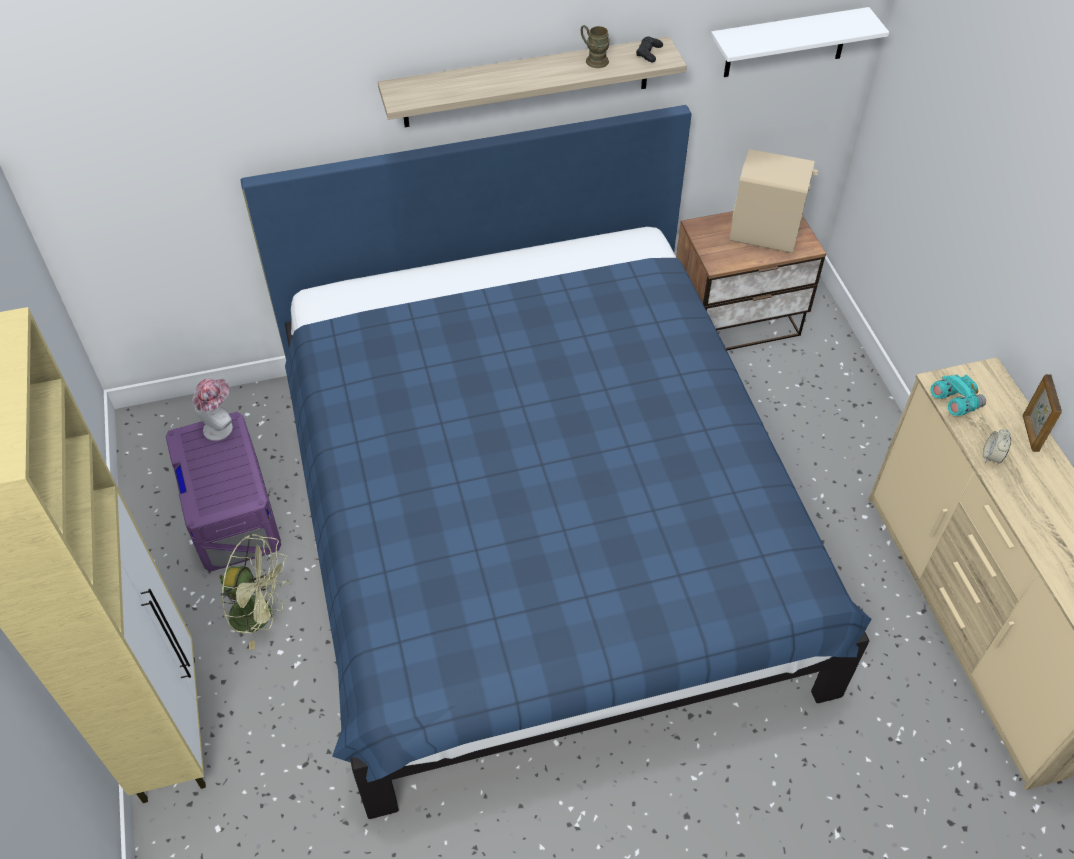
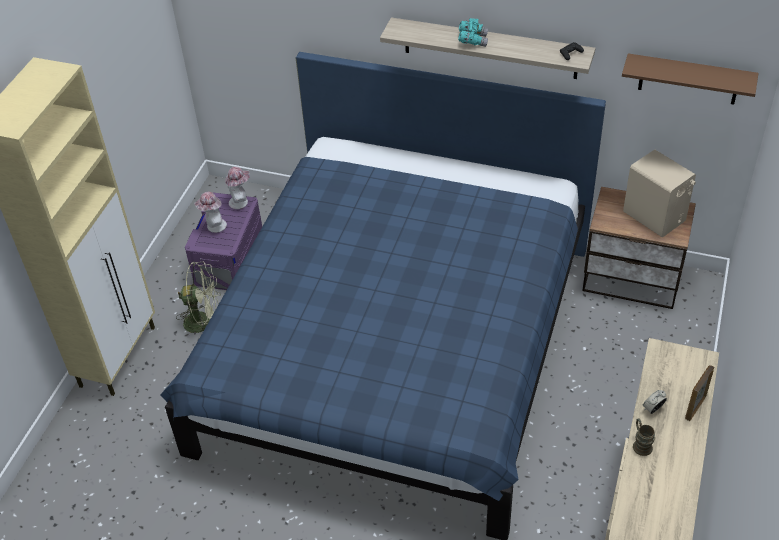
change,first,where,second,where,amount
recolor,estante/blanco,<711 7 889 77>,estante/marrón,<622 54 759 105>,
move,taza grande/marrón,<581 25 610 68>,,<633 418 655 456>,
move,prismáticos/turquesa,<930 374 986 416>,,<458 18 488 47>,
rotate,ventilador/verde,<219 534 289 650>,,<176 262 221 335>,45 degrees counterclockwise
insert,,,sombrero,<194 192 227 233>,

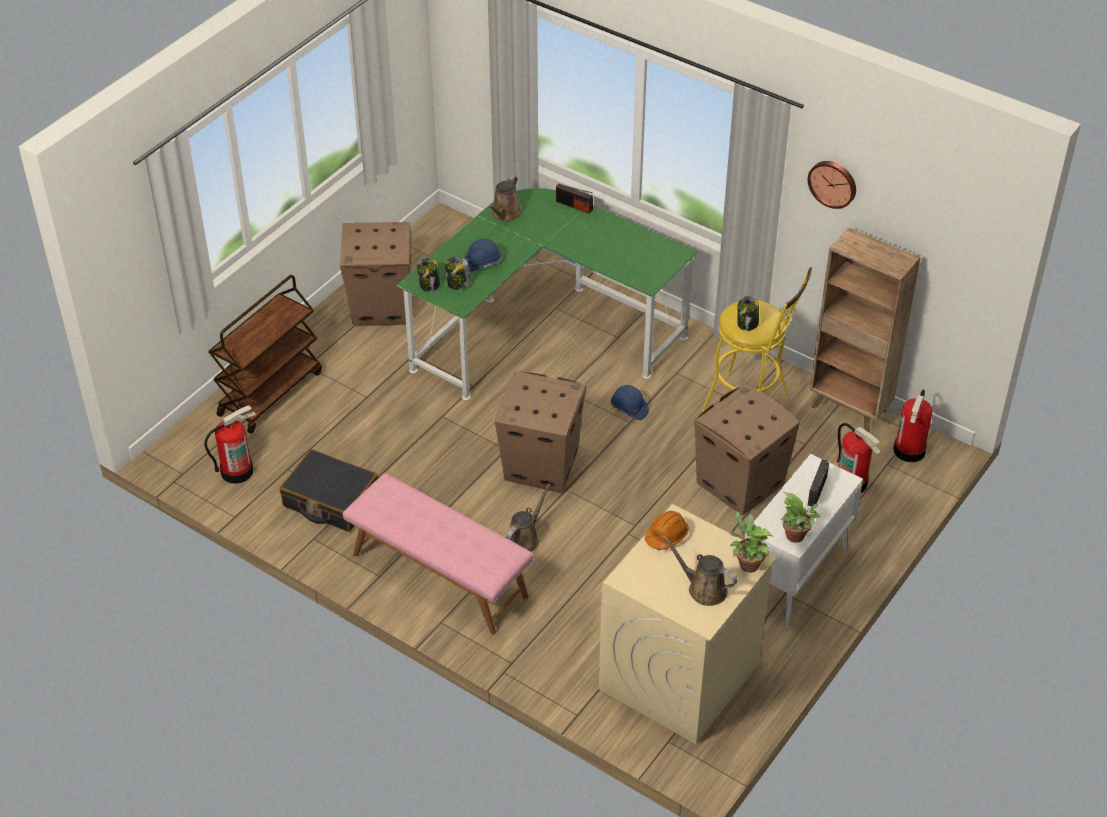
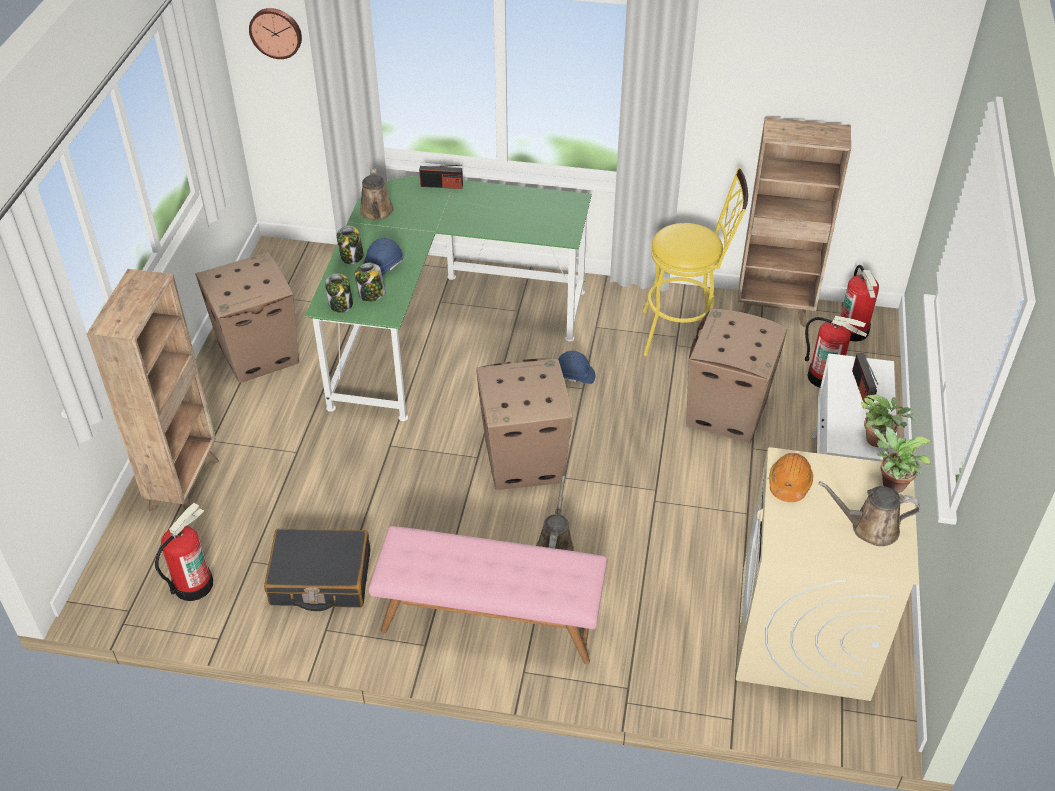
change,first,where,second,where,amount
move,reloj de pared,<808 161 856 209>,,<249 8 302 59>,
replace,carrito/marrón,<208 275 322 434>,estantería/marrón,<87 269 219 511>,
move,tarro,<737 296 759 331>,,<337 225 364 264>,

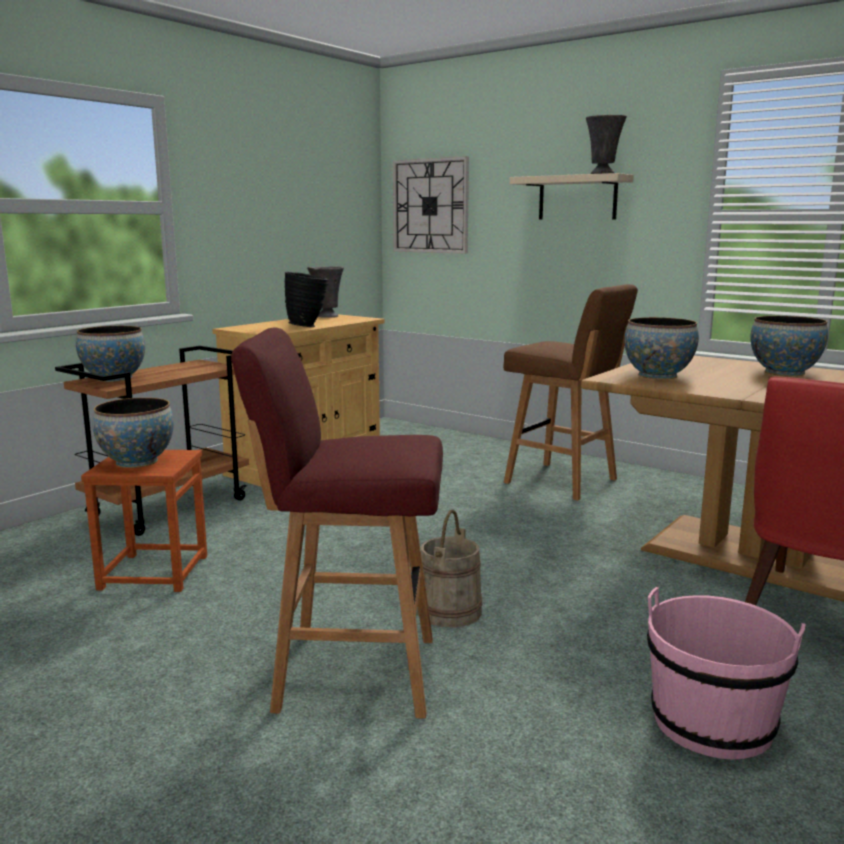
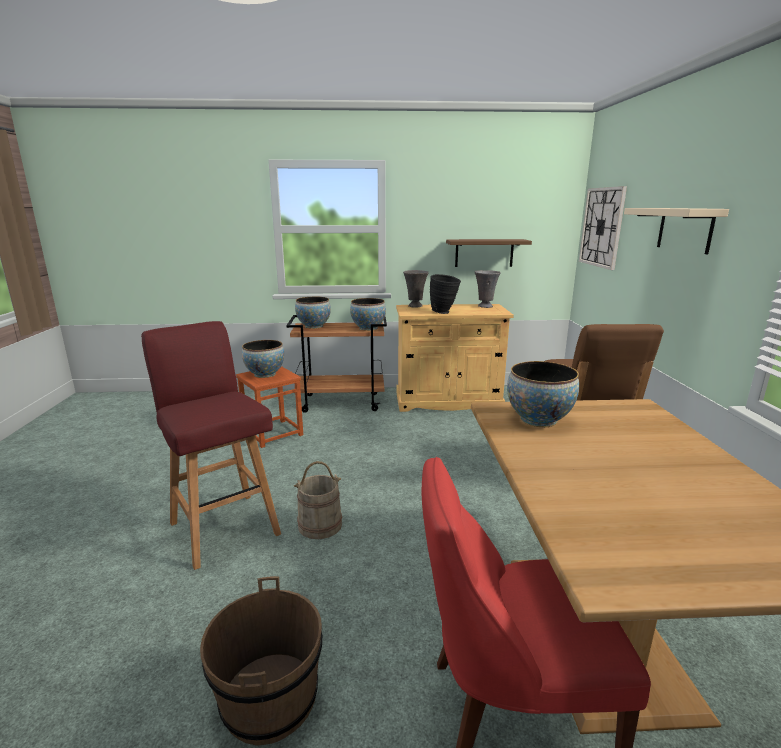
change,first,where,second,where,amount
move,florero/gris,<586 115 627 174>,,<403 270 429 308>,
move,cuenco,<750 316 828 376>,,<350 298 386 331>,
recolor,cubo/rosa,<647 587 805 760>,cubo/marrón,<200 576 322 746>,
insert,,,estante/marrón,<446 239 532 267>,

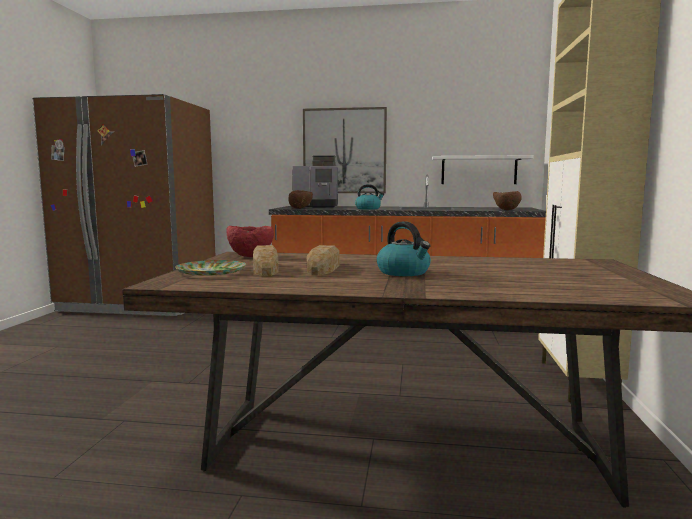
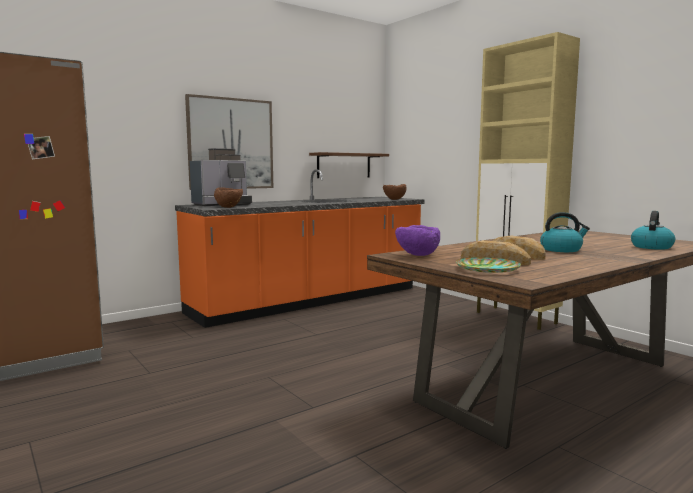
change,first,where,second,where,amount
recolor,estante/blanco,<432 155 534 184>,estante/marrón,<309 152 389 178>,
move,hervidor,<355 184 384 210>,,<631 211 675 250>,
recolor,cuenco/rojo,<226 226 274 257>,cuenco/morado,<395 225 440 256>,

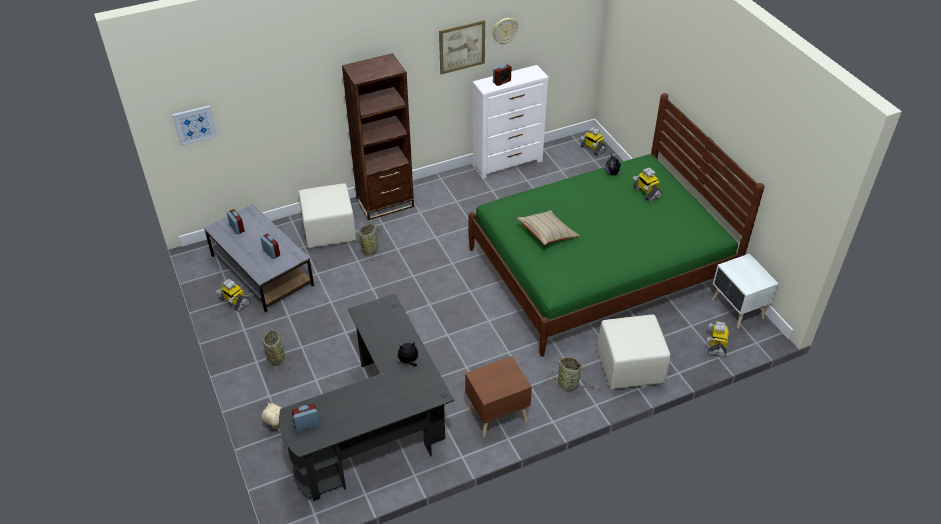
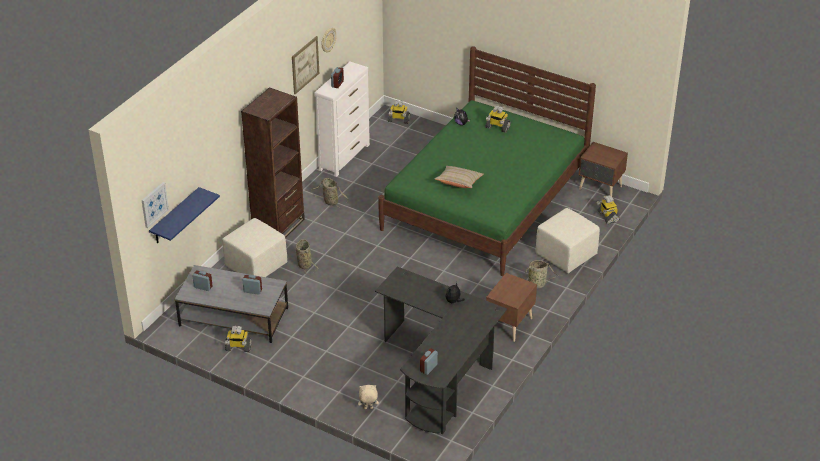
change,first,where,second,where,amount
recolor,mesita de noche/blanco,<712 253 779 329>,mesita de noche/marrón,<579 142 628 196>,
move,cesta,<263 330 292 374>,,<311 178 348 208>,
insert,,,estante/azul,<149 187 220 244>,

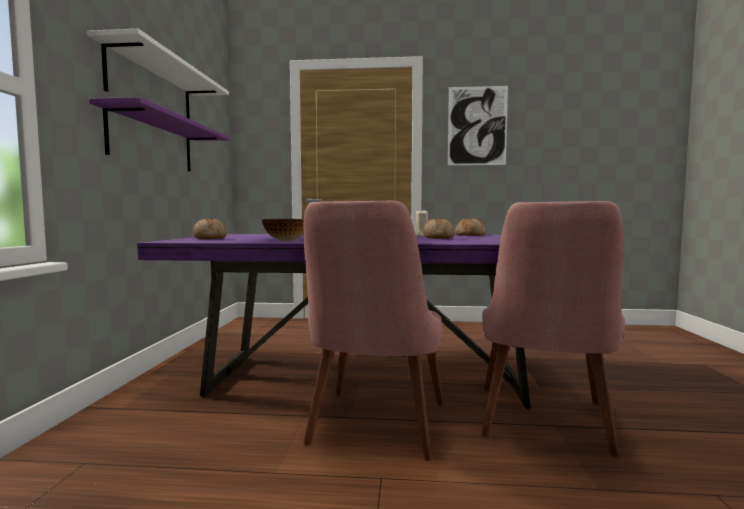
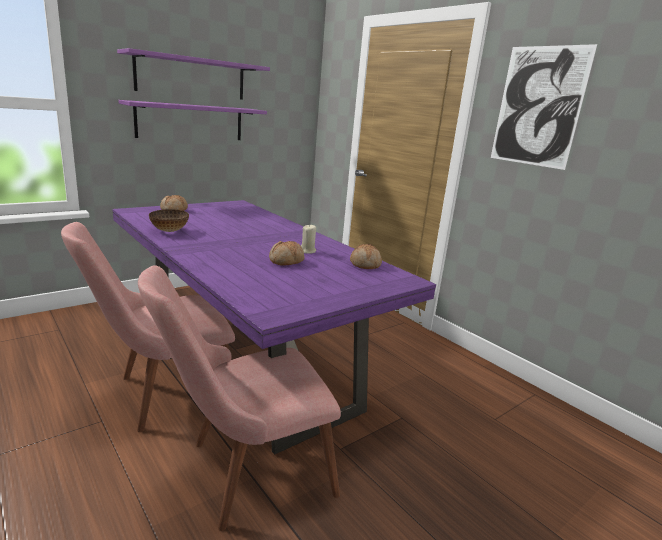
change,first,where,second,where,amount
recolor,estante/blanco,<87 29 229 119>,estante/morado,<117 48 270 100>,

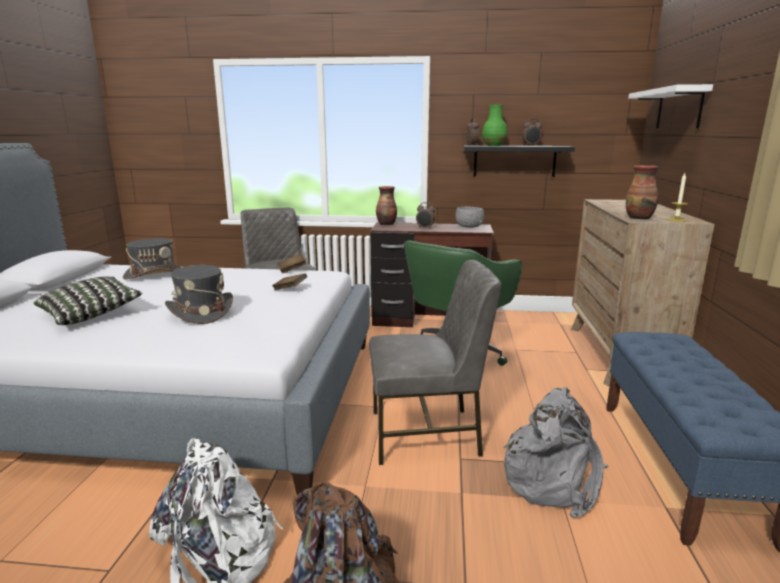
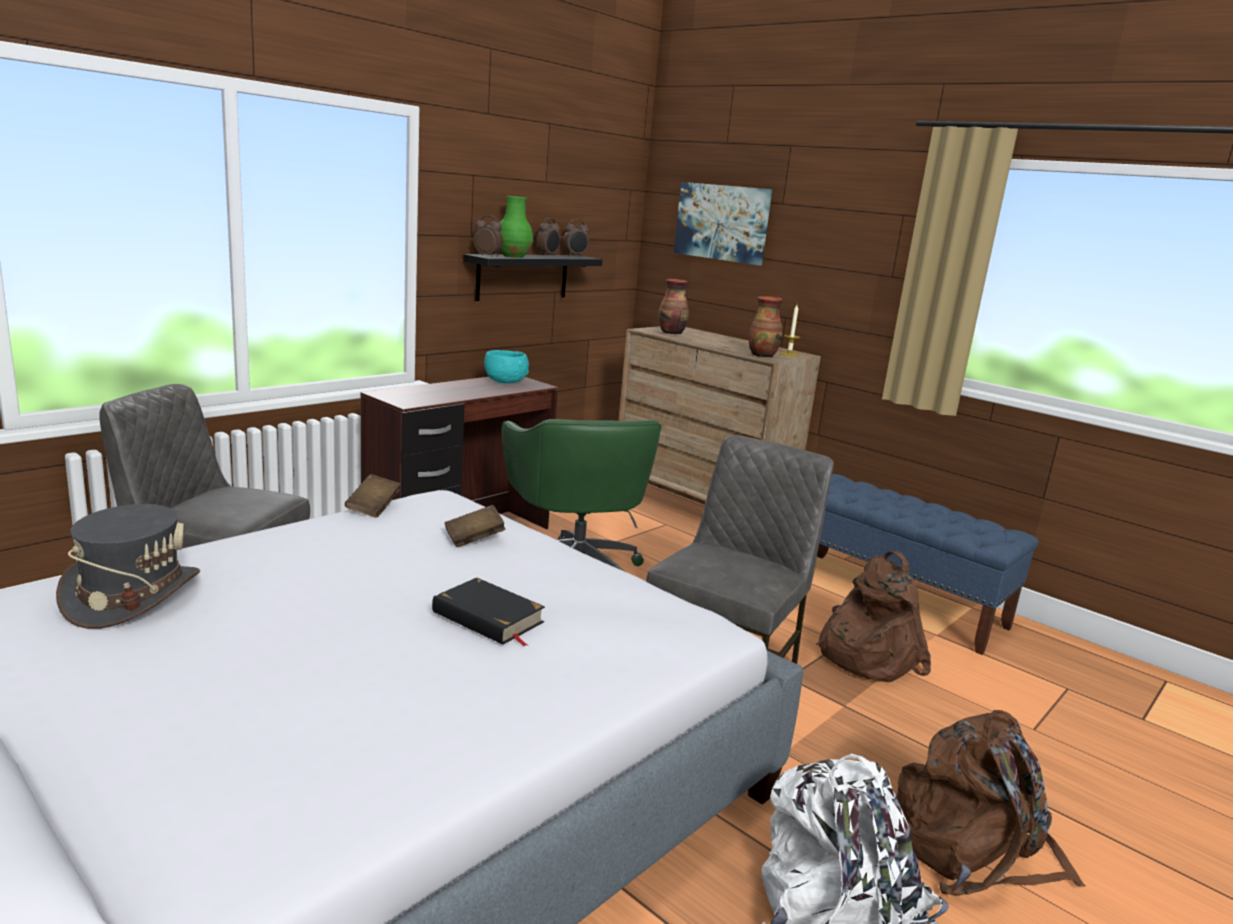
change,first,where,second,where,amount
replace,estante/blanco,<628 84 713 128>,cuadro,<674 182 772 265>,
move,florero,<376 186 397 225>,,<659 279 689 334>,
move,despertador,<416 202 435 229>,,<563 220 589 257>,
recolor,cuenco/gris,<455 207 485 228>,cuenco/turquesa,<484 350 529 383>,
replace,sombrero/gris,<165 265 233 324>,libro/negro,<432 578 545 646>,
delete,cojín,<34 277 143 325>,,,
recolor,mochila/gris,<504 387 609 519>,mochila/marrón,<816 551 931 682>,

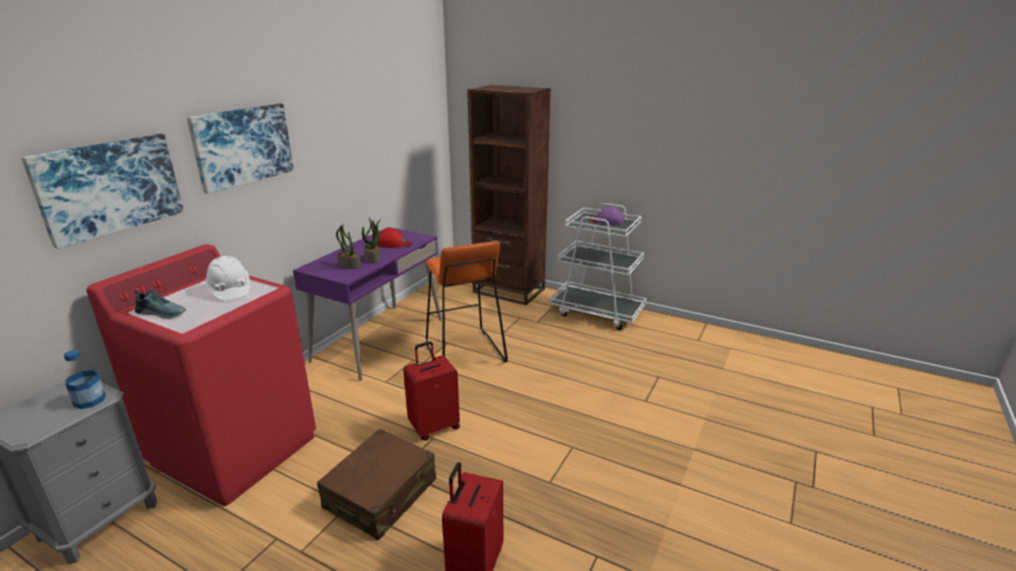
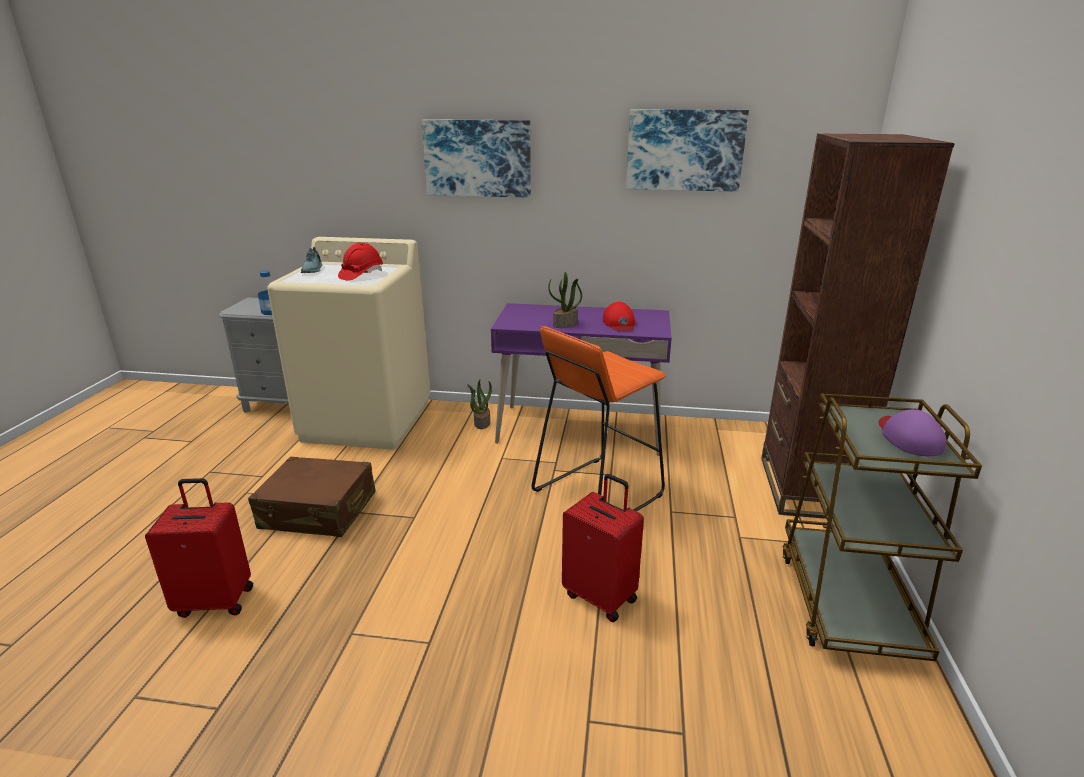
change,first,where,second,where,amount
move,cuadro,<21 134 184 249>,,<626 109 749 192>,
recolor,carrito/blanco,<549 203 647 330>,carrito/marrón,<783 394 982 661>,
move,planta en maceta,<336 224 361 269>,,<467 380 492 429>,
recolor,lavadora/rojo,<86 244 316 506>,lavadora/beis,<267 237 431 450>,
recolor,casco/blanco,<205 256 250 301>,casco/rojo,<338 243 383 280>,
move,maleta/rojo,<403 341 460 440>,,<562 474 644 622>,

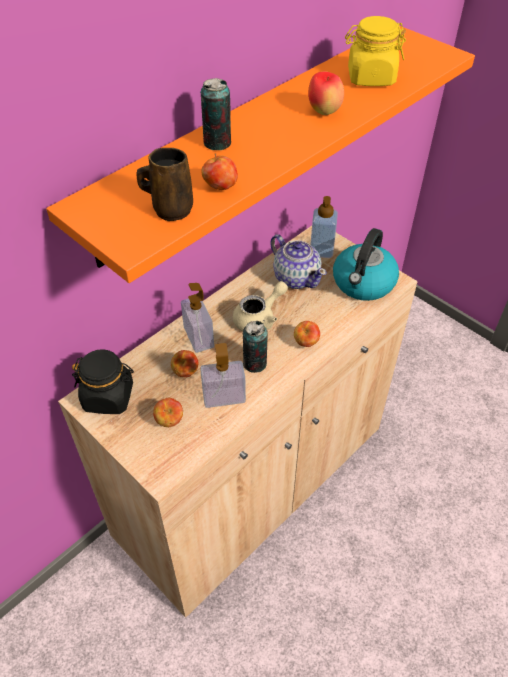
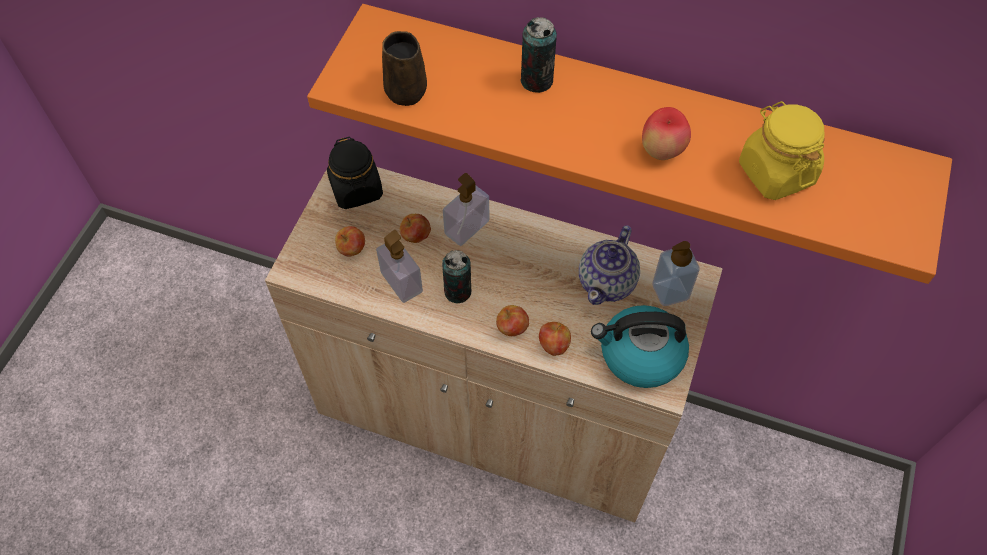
change,first,where,second,where,amount
move,manzana,<201 153 238 190>,,<539 322 571 356>,
delete,tetera/beis,<233 281 288 331>,,,

